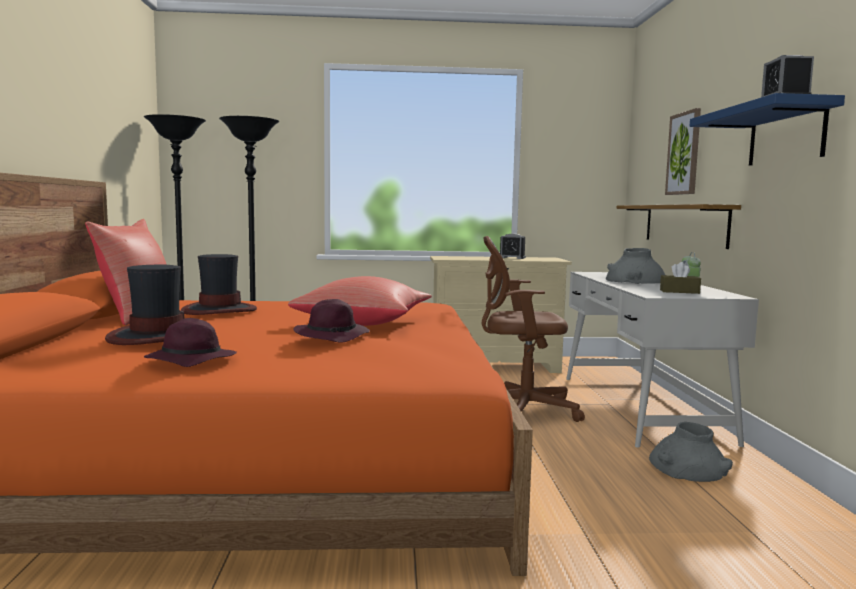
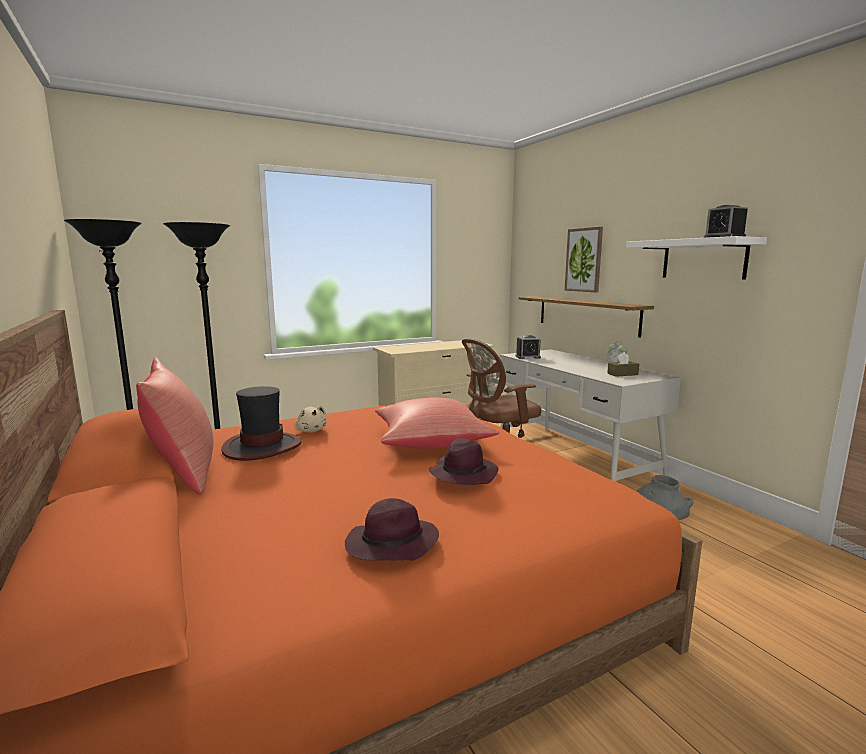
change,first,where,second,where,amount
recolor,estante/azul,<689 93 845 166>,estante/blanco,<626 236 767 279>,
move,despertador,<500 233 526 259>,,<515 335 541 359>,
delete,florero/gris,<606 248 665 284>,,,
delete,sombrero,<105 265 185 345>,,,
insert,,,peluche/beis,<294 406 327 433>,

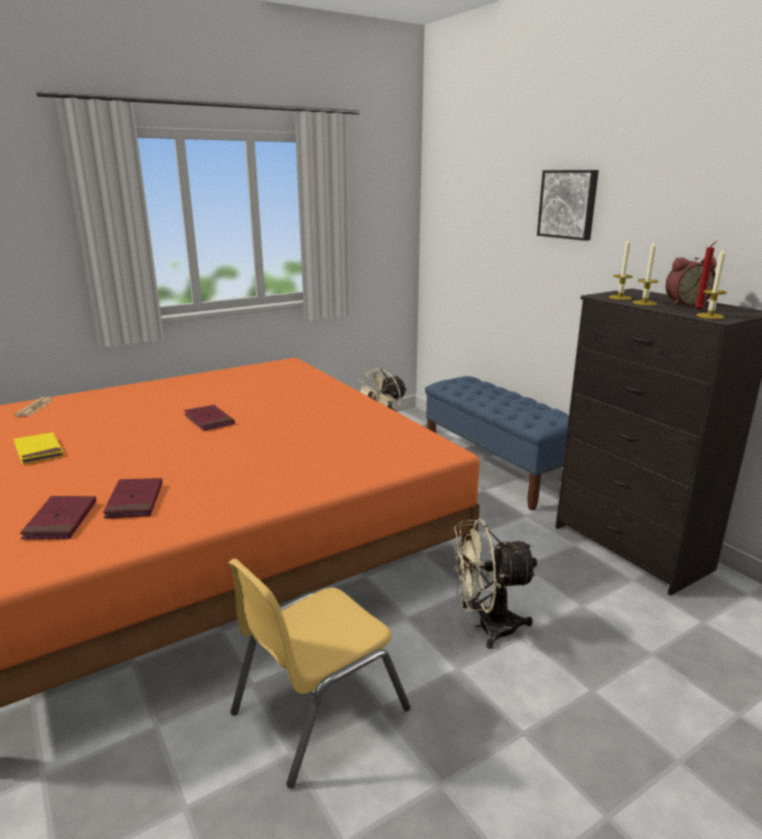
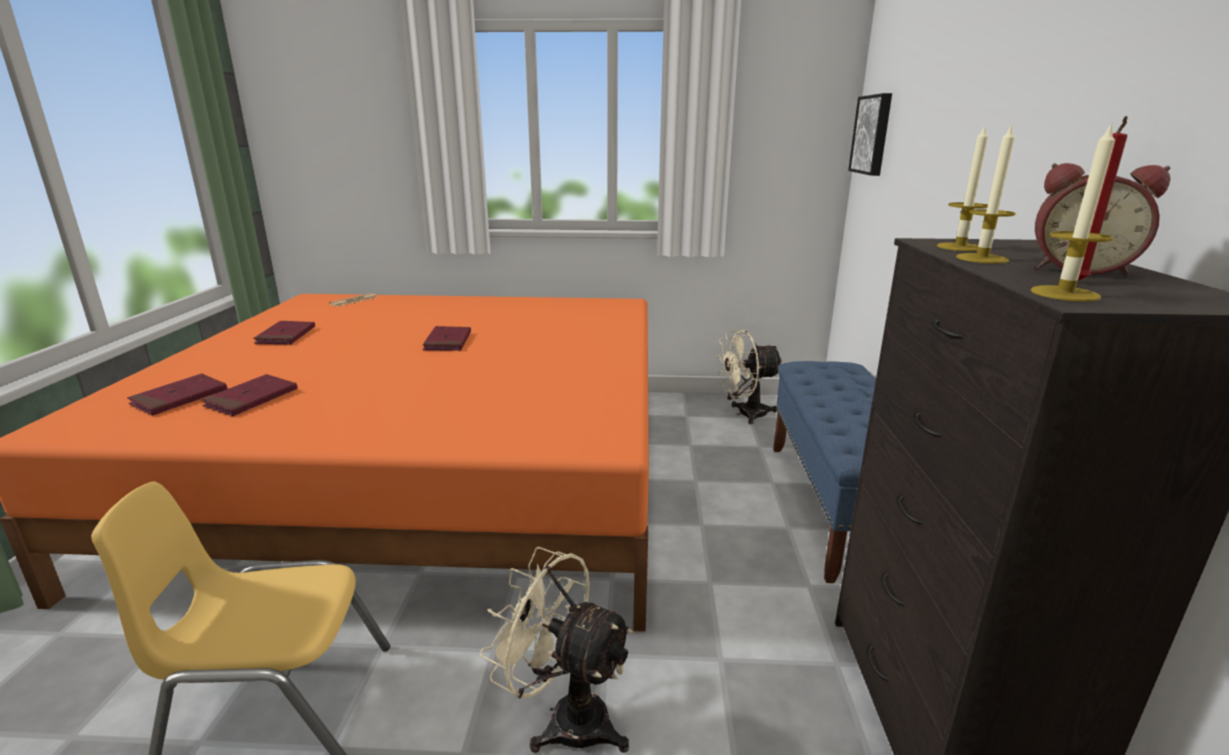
change,first,where,second,where,amount
move,cuadro,<537 170 599 241>,,<848 93 892 176>,
recolor,libro/amarillo,<14 432 64 465>,libro/rojo,<253 321 315 345>,

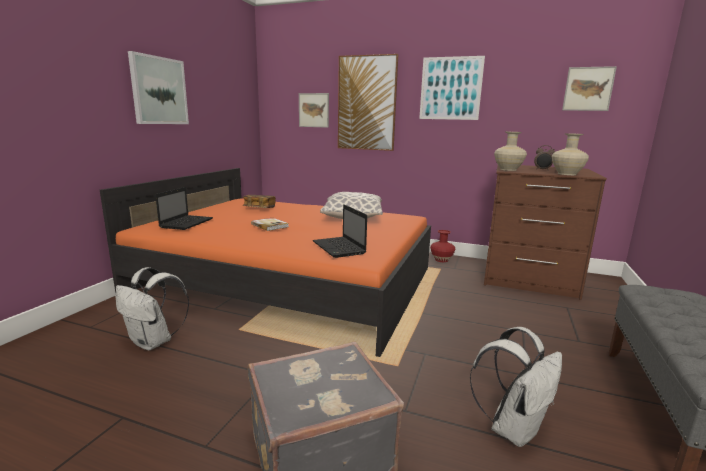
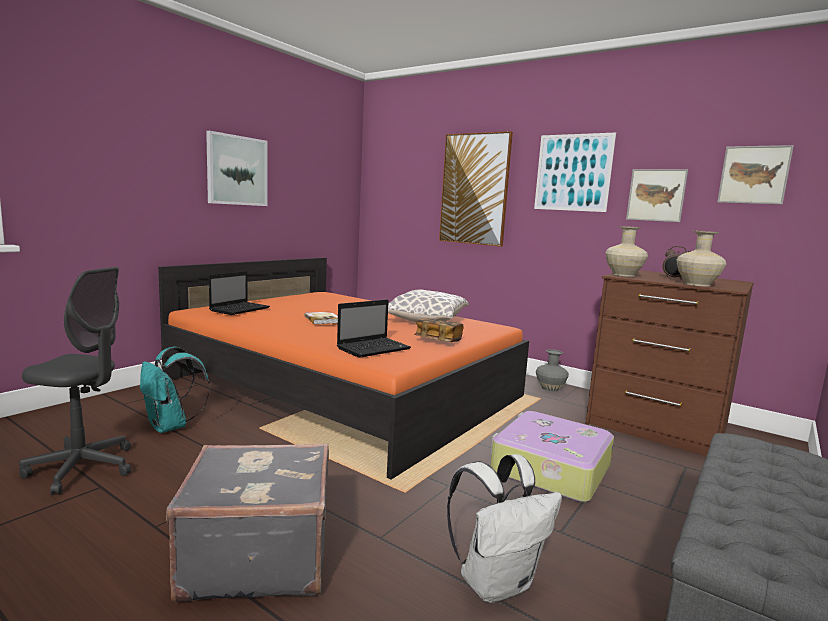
change,first,where,second,where,amount
move,cuadro,<299 93 329 128>,,<626 169 688 222>,
move,libro,<243 195 276 208>,,<414 318 463 342>,
rotate,portátil,<313 204 367 258>,,<337 300 411 358>,120 degrees counterclockwise
recolor,florero/rojo,<430 230 456 262>,florero/gris,<536 349 569 392>,
recolor,mochila/blanco,<116 267 189 351>,mochila/turquesa,<140 346 210 433>,
insert,,,silla de oficina/gris,<19 267 131 495>,
insert,,,maleta,<490 411 614 502>,

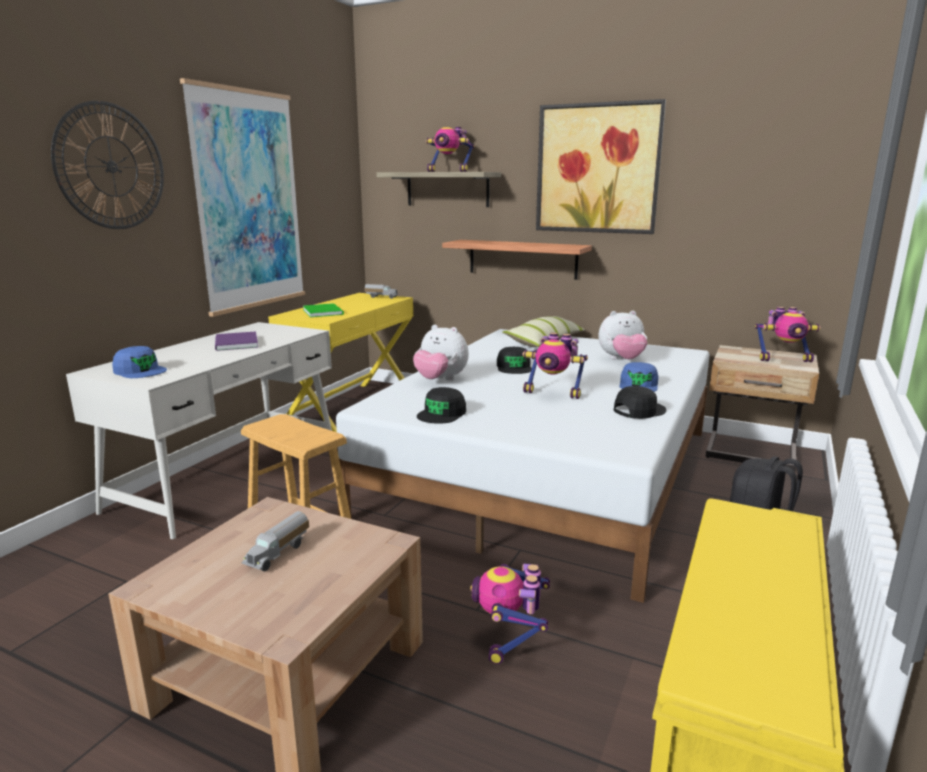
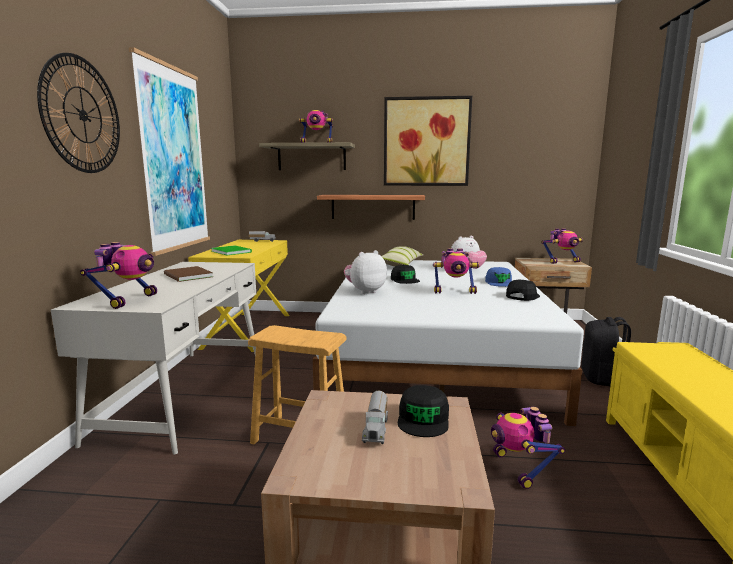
change,first,where,second,where,amount
rotate,peluche,<413 325 469 380>,,<344 250 387 294>,135 degrees clockwise
recolor,libro/morado,<215 331 258 351>,libro/marrón,<164 266 213 282>,
replace,gorra/azul,<112 346 167 378>,robot de juguete,<80 242 157 309>,
move,gorra/negro,<417 387 466 424>,,<398 385 449 437>,

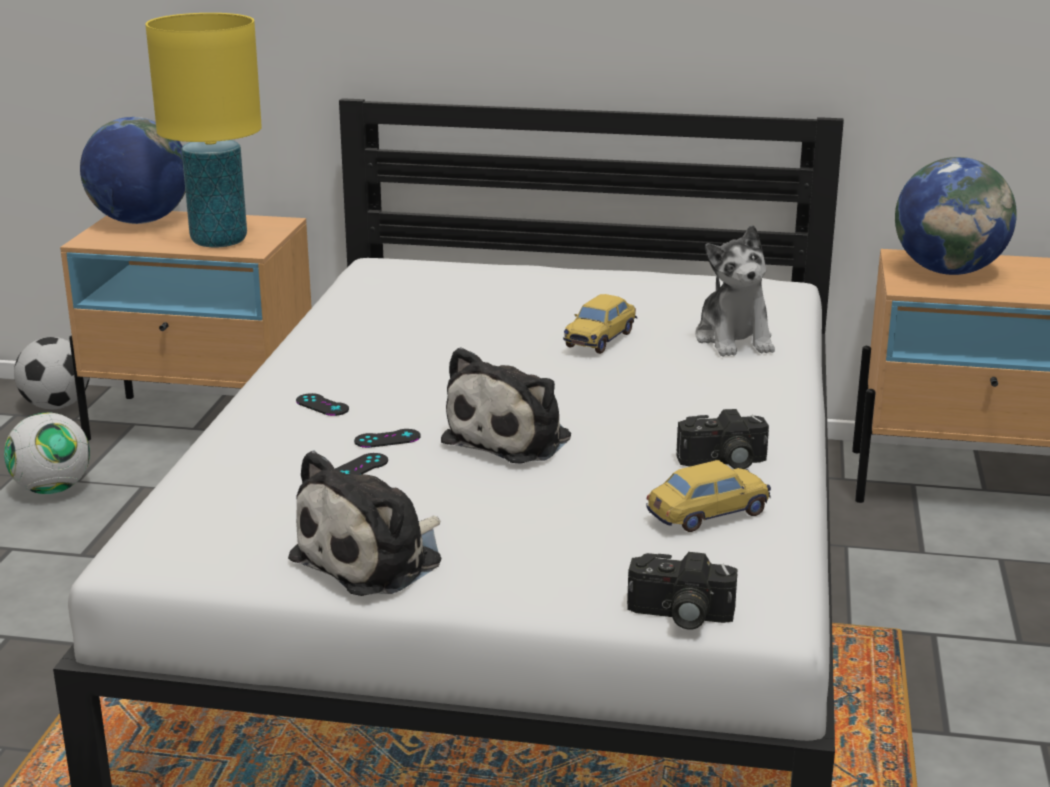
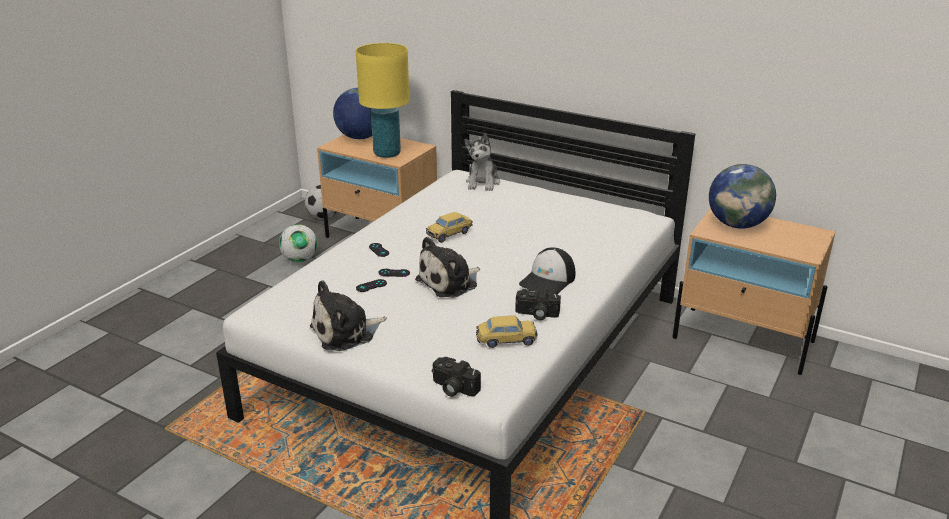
change,first,where,second,where,amount
move,peluche,<695 225 775 356>,,<464 133 500 191>,
move,coche de juguete,<563 294 637 354>,,<426 212 473 243>,
insert,,,gorra,<519 247 575 294>,

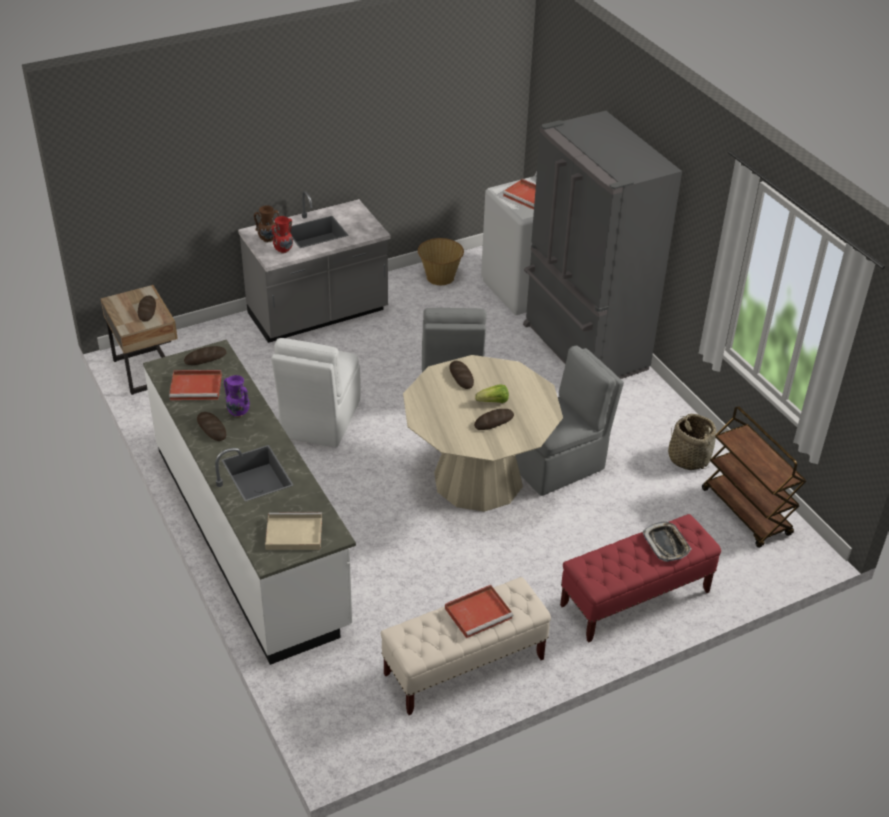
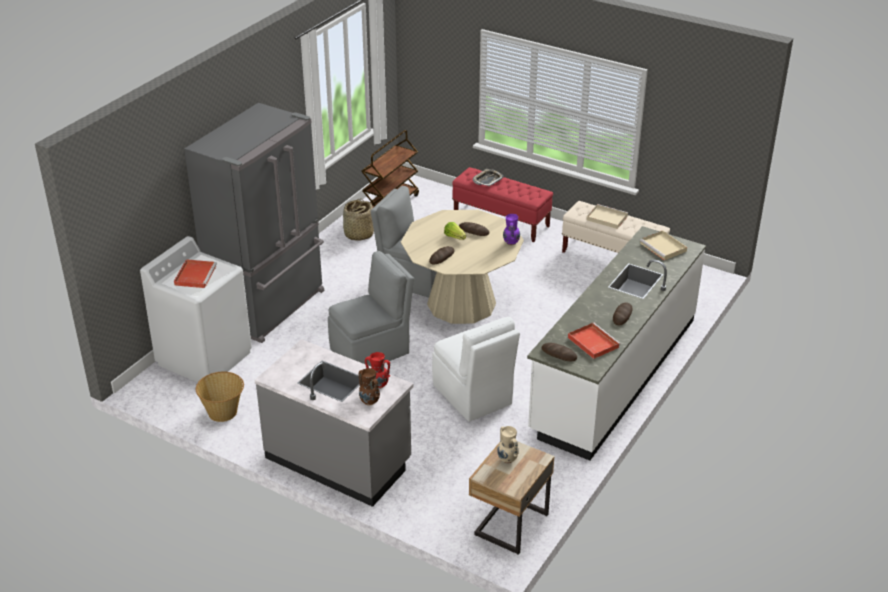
change,first,where,second,where,amount
replace,pan,<138 296 156 321>,florero/beis,<497 426 519 464>,
rotate,silla/blanco,<271 338 361 448>,,<432 317 520 422>,75 degrees clockwise
move,florero/morado,<224 375 250 417>,,<503 214 520 245>,
recolor,bandeja/rojo,<445 585 513 638>,bandeja/beis,<587 204 628 229>,

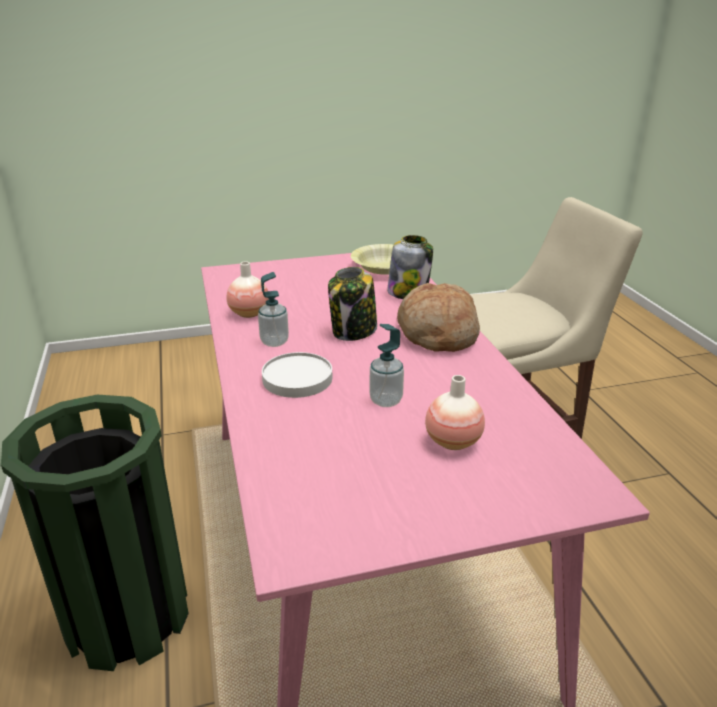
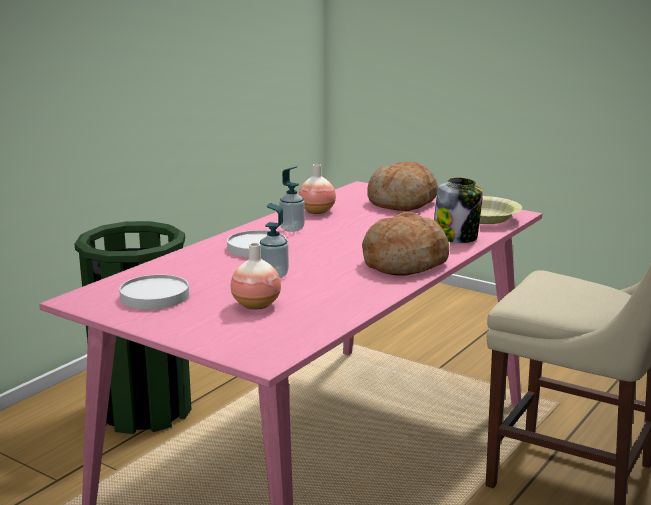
change,first,where,second,where,amount
delete,tarro,<328 267 377 341>,,,
insert,,,pan,<367 161 438 211>,
insert,,,plato/blanco,<119 275 189 310>,

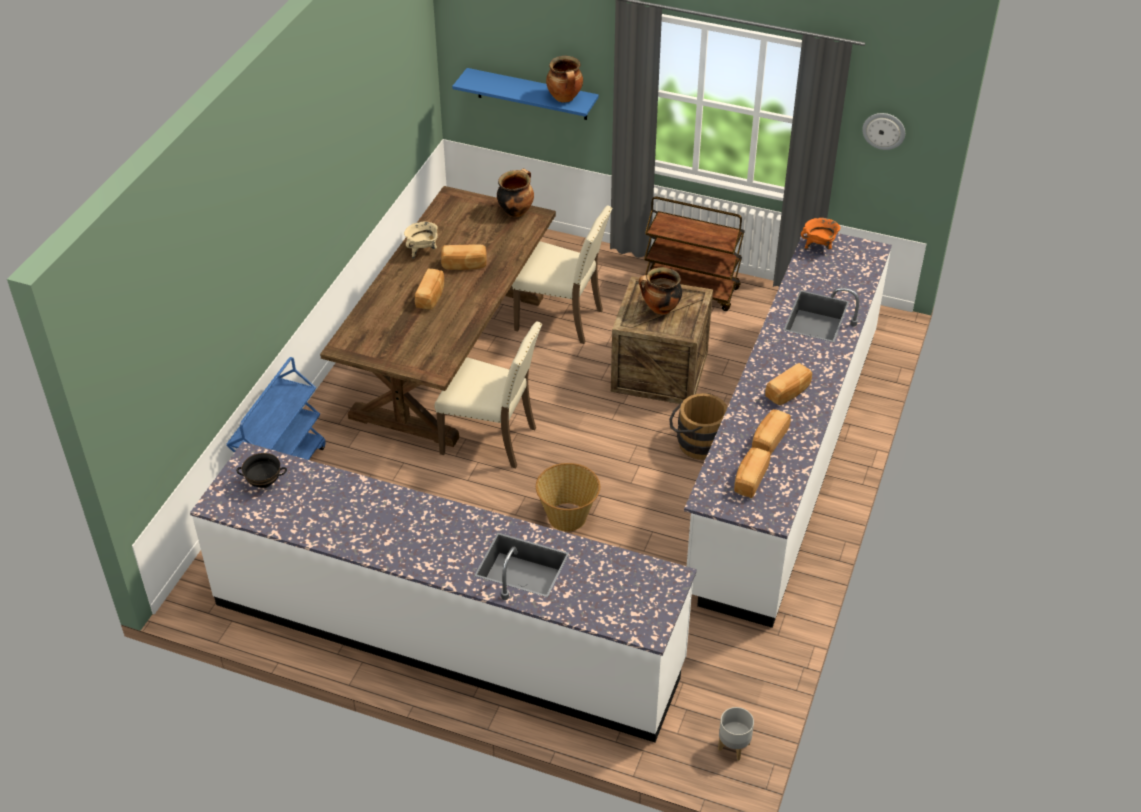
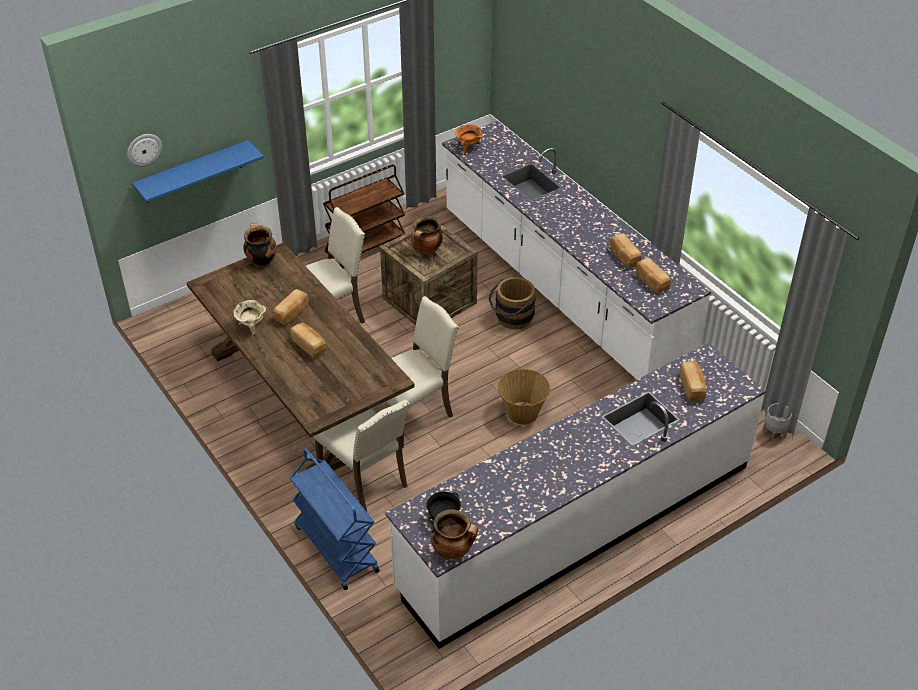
change,first,where,second,where,amount
move,olla,<546 56 583 103>,,<431 509 478 559>,
move,reloj de pared,<862 113 905 150>,,<127 134 162 167>,
move,pan,<765 363 812 405>,,<680 361 706 402>,
insert,,,silla/beis,<314 399 409 512>,

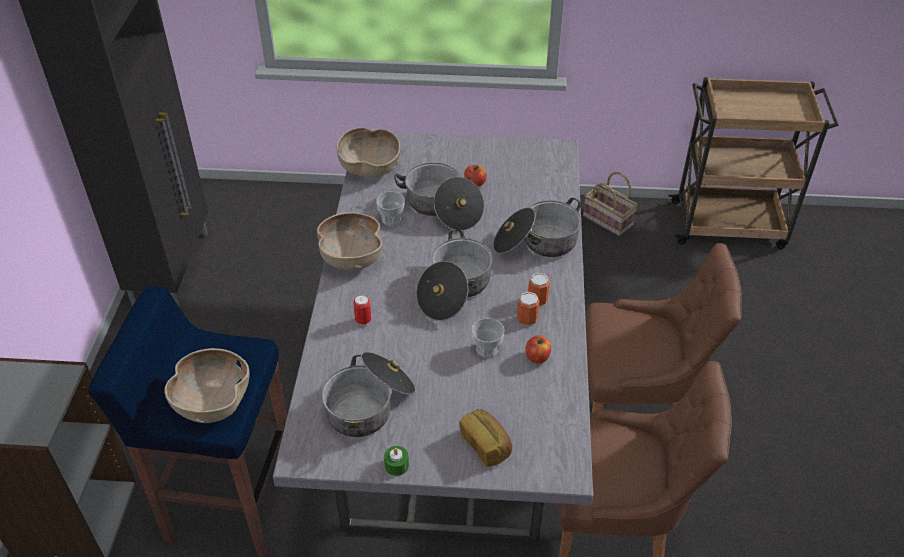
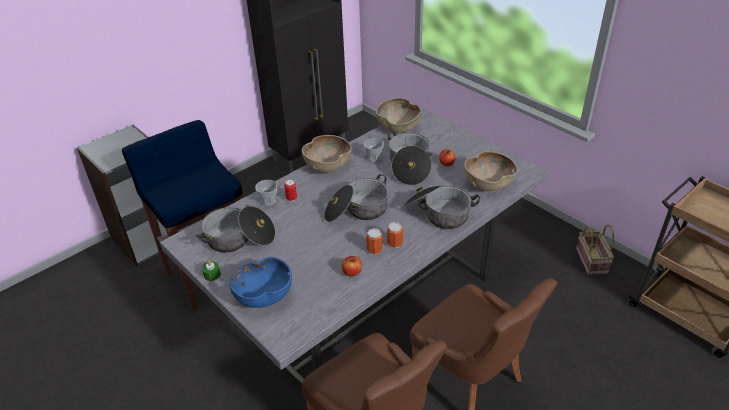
change,first,where,second,where,amount
move,taza,<471 318 505 358>,,<255 180 277 206>,
move,cuenco/marrón,<164 348 250 423>,,<464 151 518 191>,
replace,pan,<459 409 512 467>,cuenco/azul,<229 257 292 308>,

